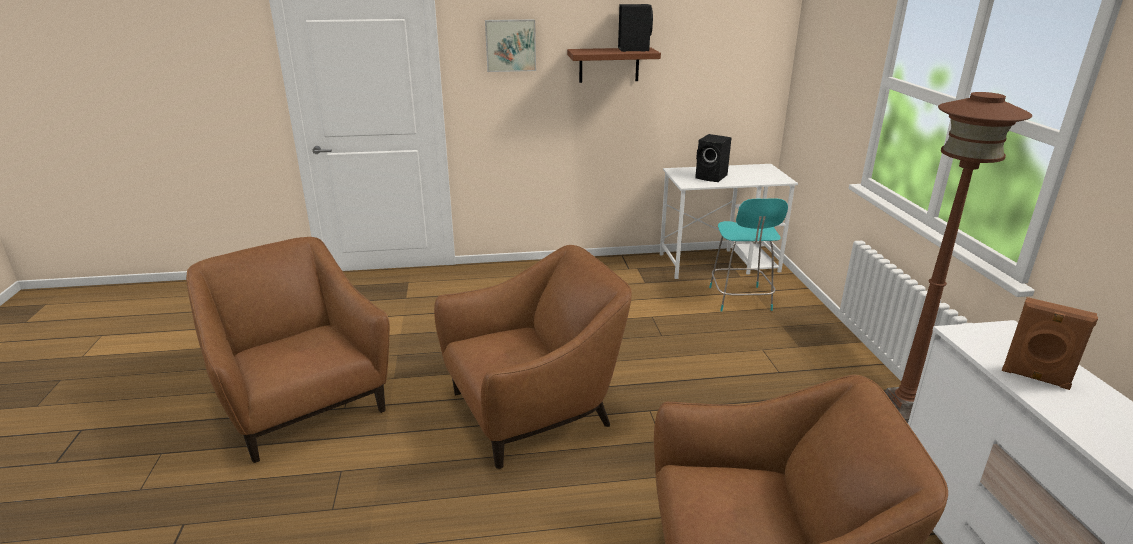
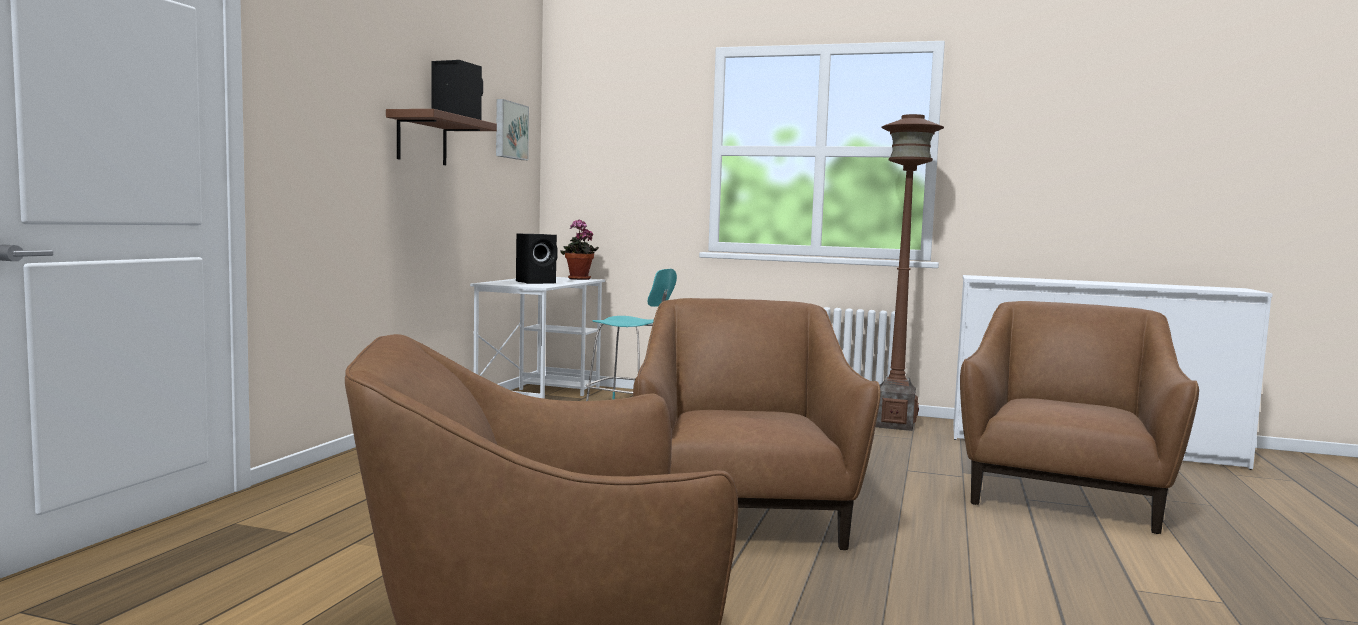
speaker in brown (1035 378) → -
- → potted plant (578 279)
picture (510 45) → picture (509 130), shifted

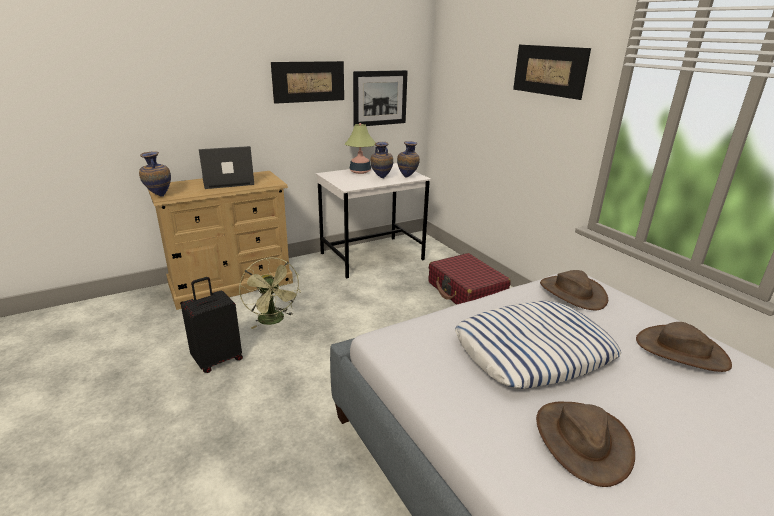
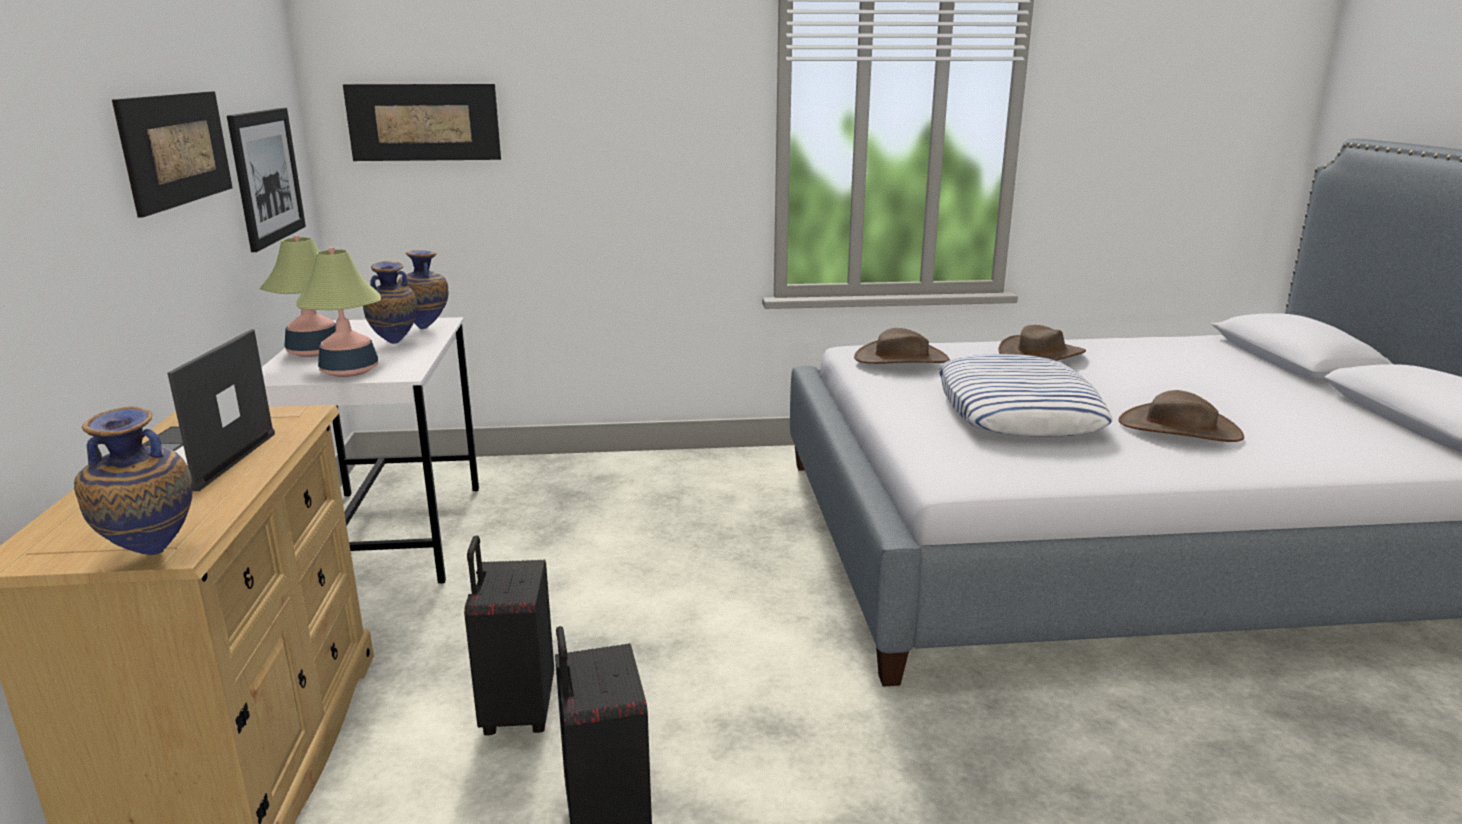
suitcase in red (466 292) → -
- → table lamp (349 371)
picture (549 70) → picture (424 122), shifted
fan in green (274 321) → suitcase in black (516 711)

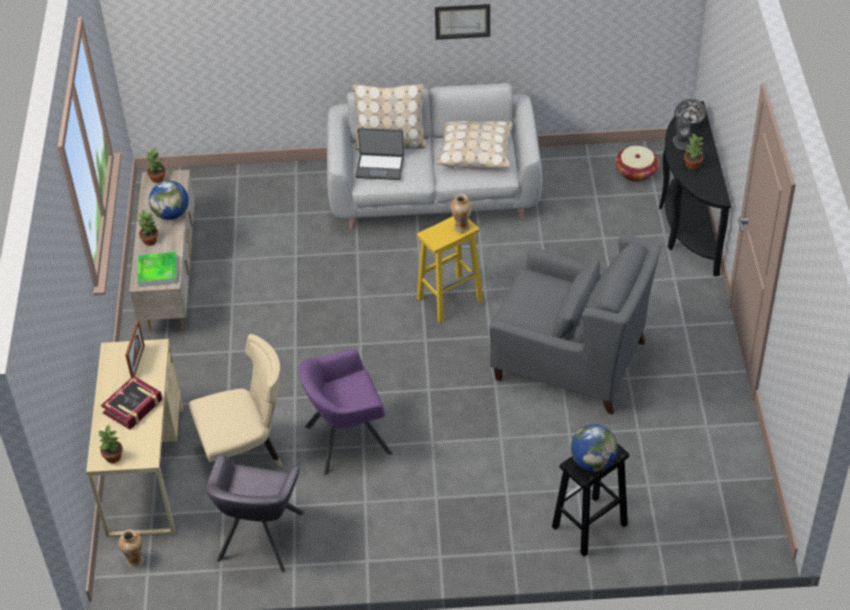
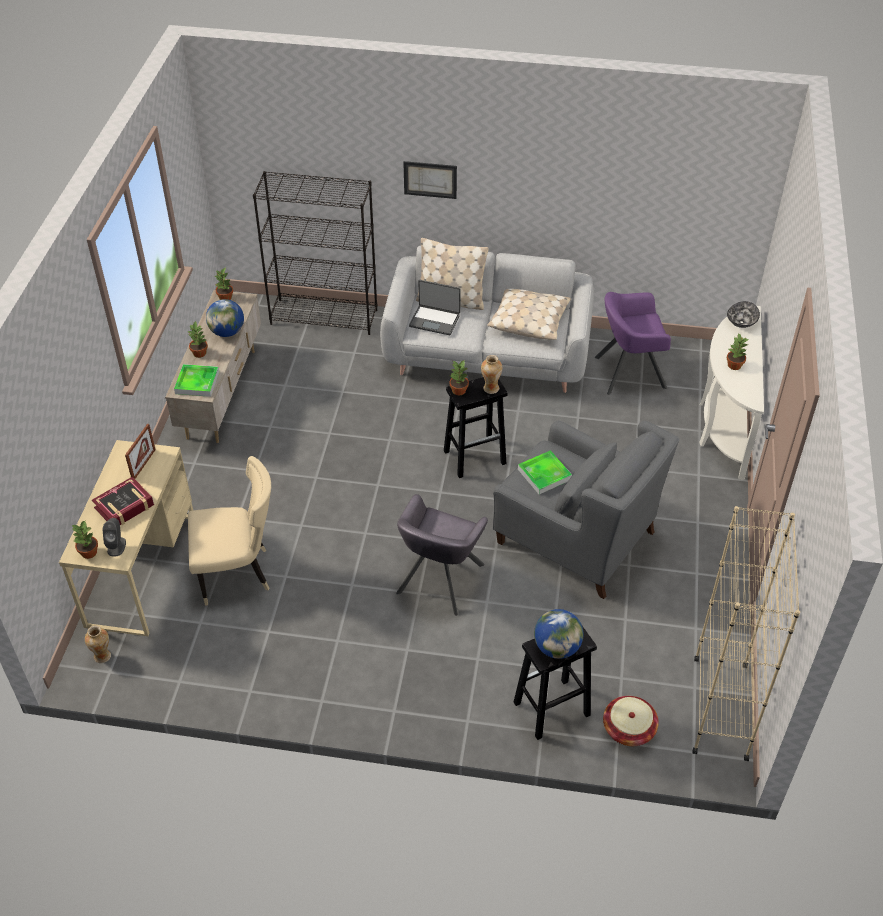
- → bookcase in black (324 317)
- → potted plant (458 390)
- → tray (544 474)
- → bookcase in beige (720 707)
armchair in grey (260 536) → armchair in grey (439 579), shifted
armchair in purple (347 440) → armchair in purple (629 372), shifted
picture (462 21) → picture (430 179), shifted
basket (636 172) → basket (628 729), shifted
speaker in grey (680 142) → speaker in grey (116 546), shifted
stool in yellow (450 299) → stool in black (475 457)
console table in black (686 226) → console table in white (723 426)

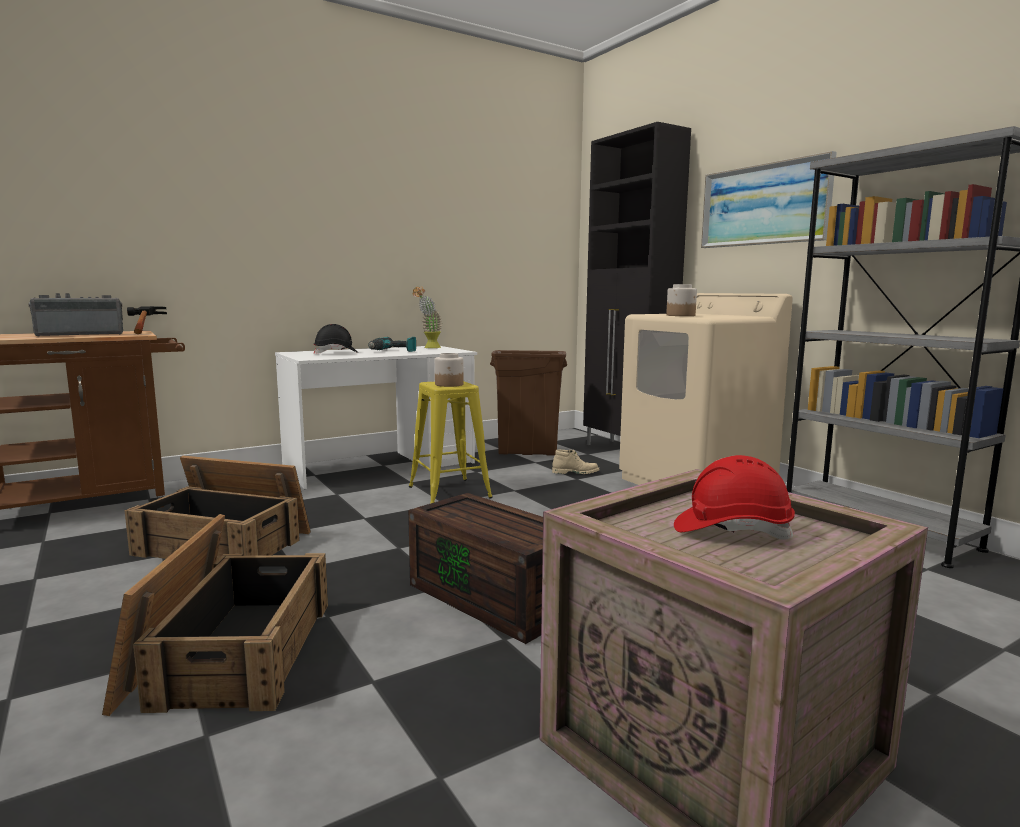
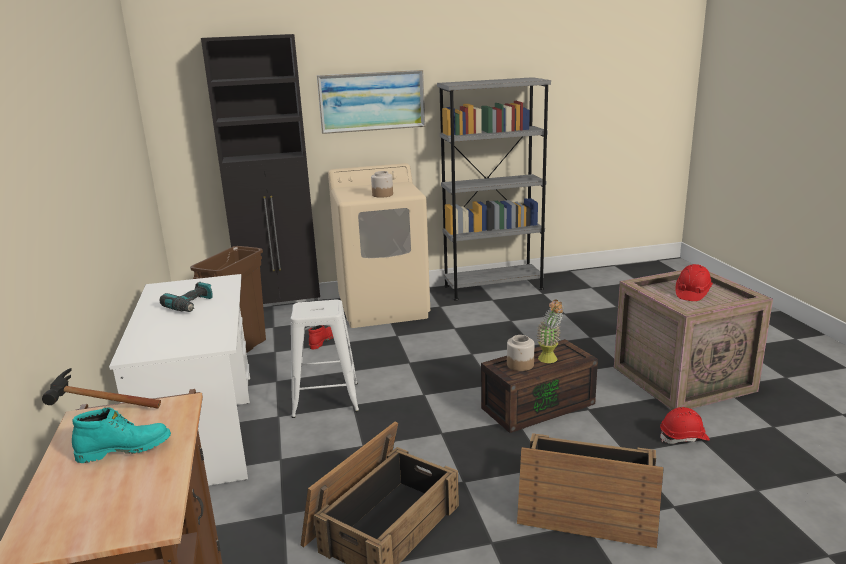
hard hat in black (336 353) → -
- → hard hat in red (684 437)
potted plant (428 348) → potted plant (550 361), shifted
jar (449 384) → jar (520 364), shifted
radio (80 334) → boot in turquoise (125 449)
stool in yellow (449 492) → stool in white (326 400)
boot in beige (575 473) → boot in red (322 341)

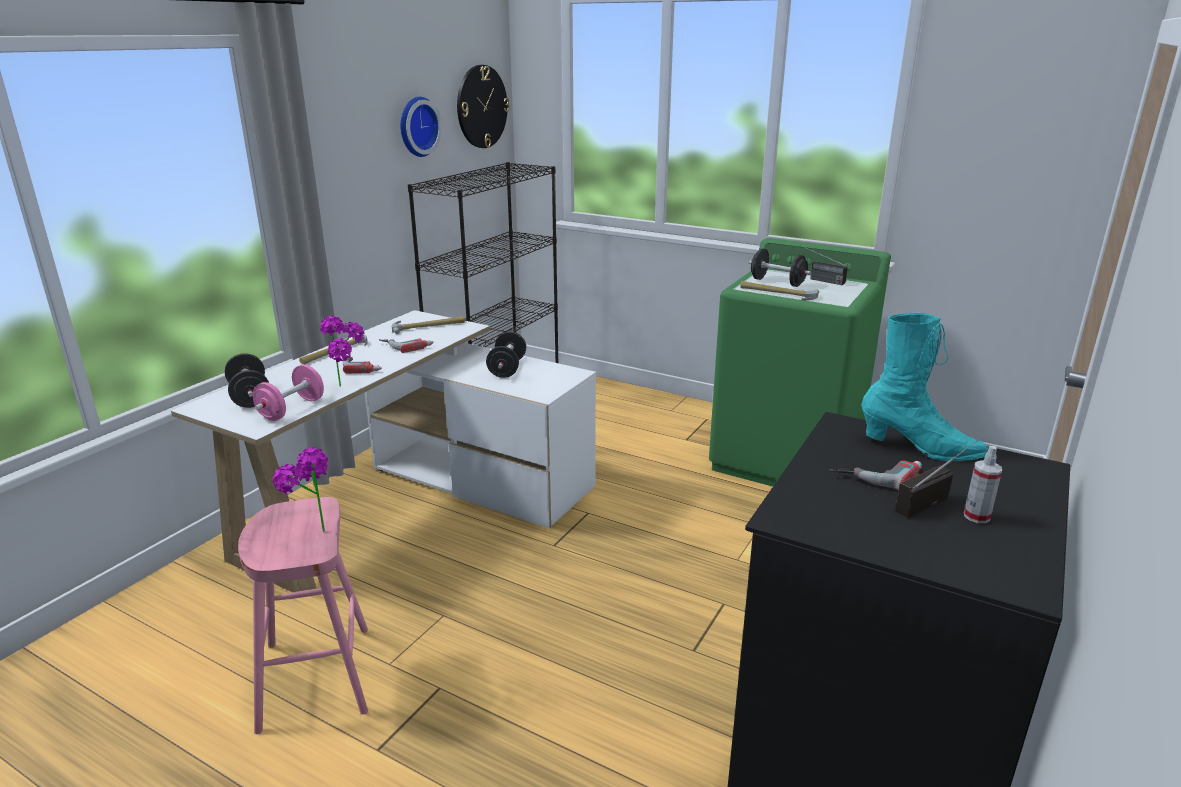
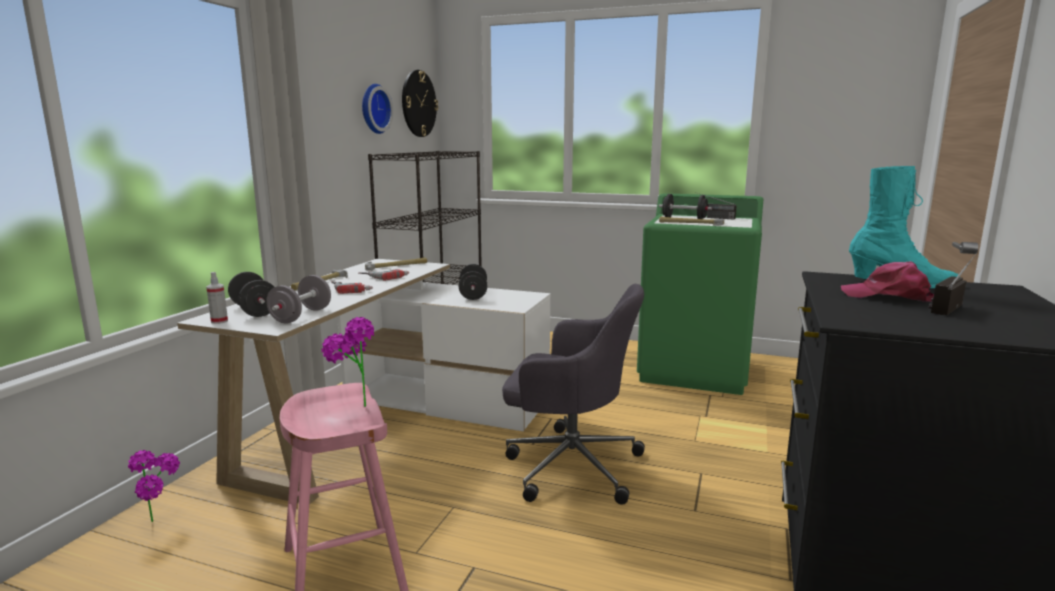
- → office chair in grey (570 465)
potted plant (349 386) → potted plant (162 521), shifted
spray bottle (976 516) → spray bottle (219 321), shifted
power drill (876 473) → cap in pink (887 296)
dumbbell in pink (291 409) → dumbbell in grey (301 316)

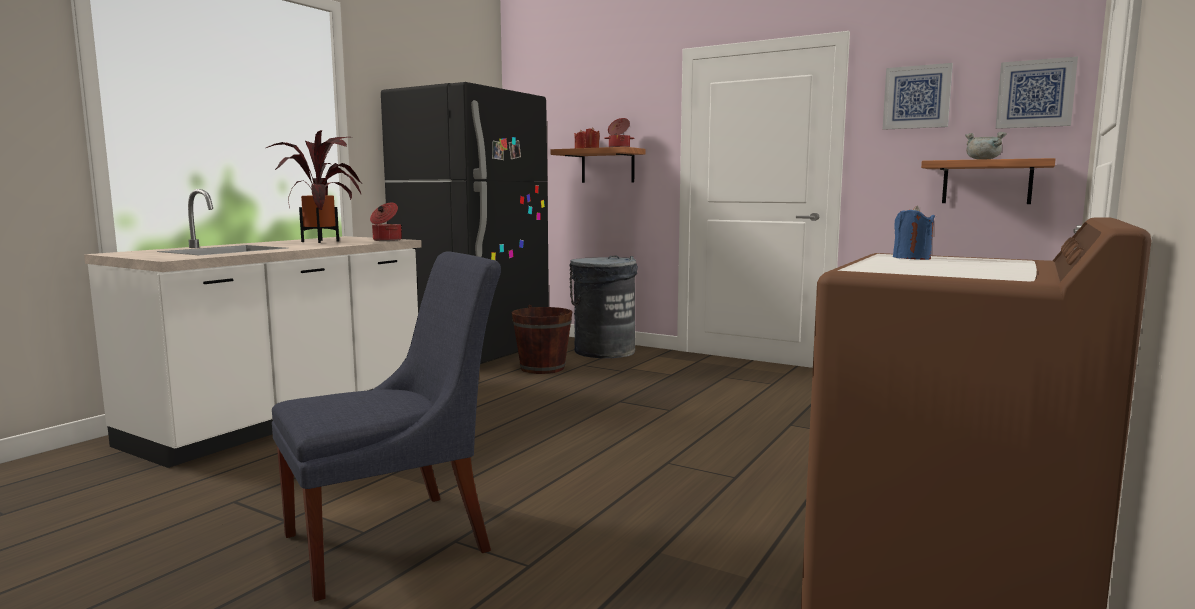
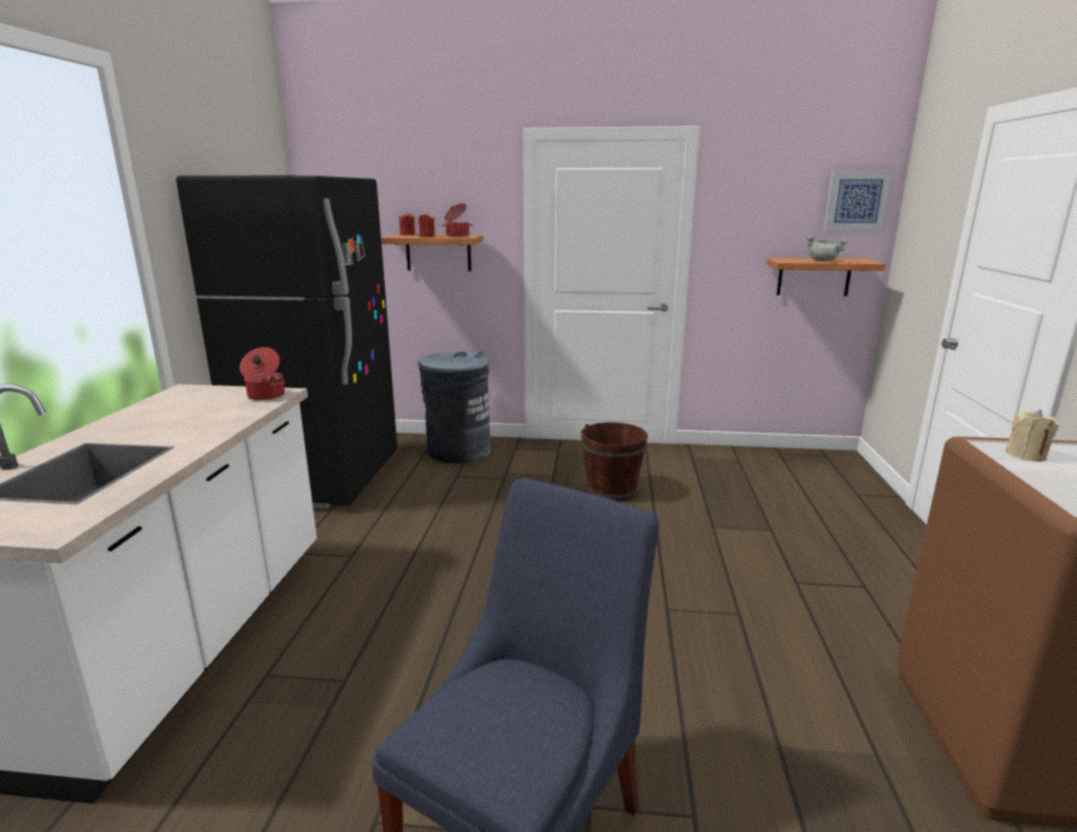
potted plant (324 241) → -
picture (917 97) → -
bucket in brown (542 368) → bucket in brown (611 491), shifted
candle in blue (911 258) → candle in beige (1026 455)

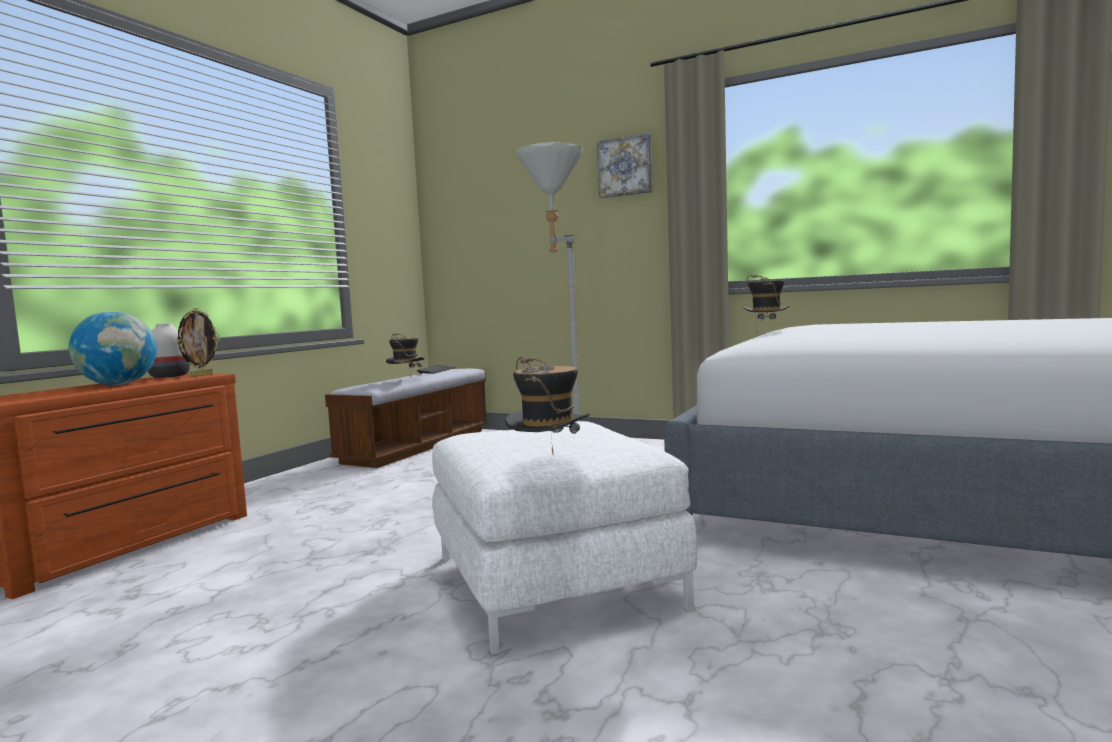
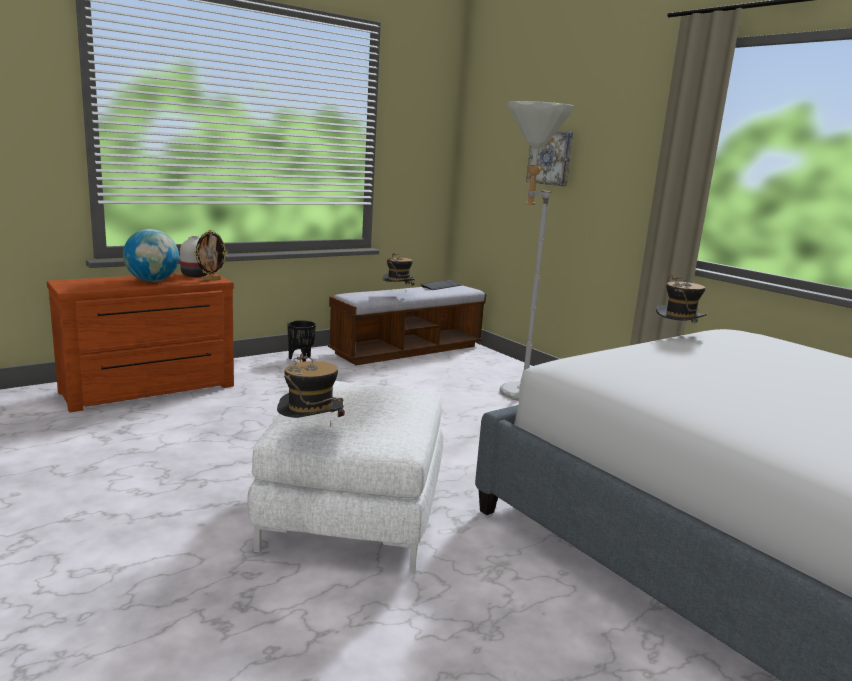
- → planter in black (301 359)
picture (625 167) → picture (551 158), shifted

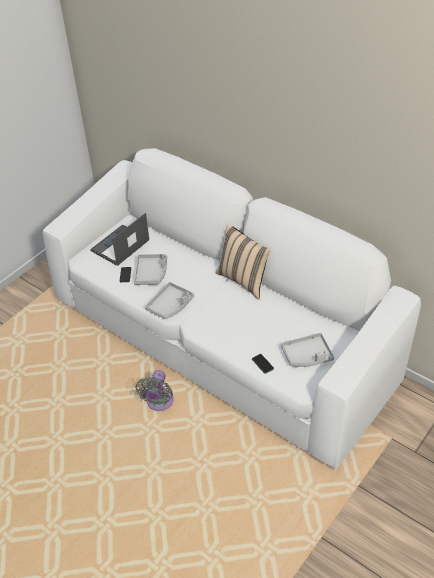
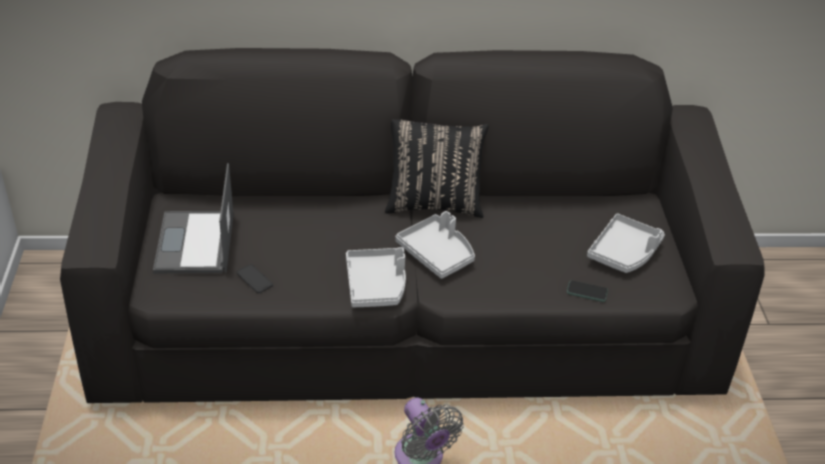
tray in grey (151 273) → tray in grey (437 254), shifted
sofa in white (221 339) → sofa in black (409 325)
pillow in beige (244 280) → pillow in black (434 204)

